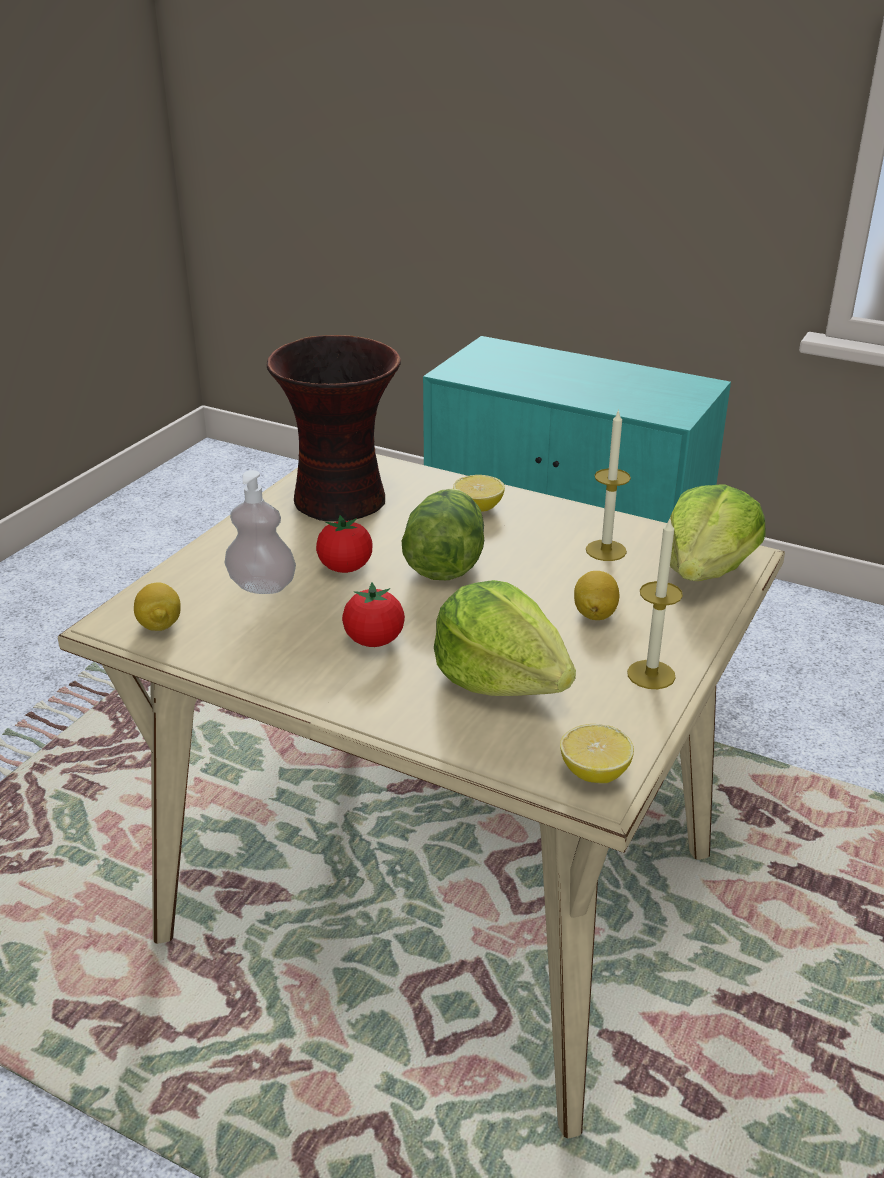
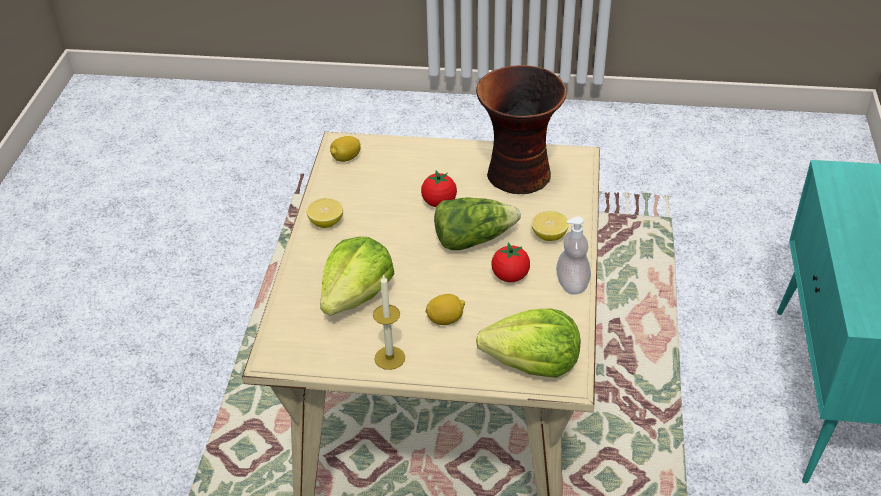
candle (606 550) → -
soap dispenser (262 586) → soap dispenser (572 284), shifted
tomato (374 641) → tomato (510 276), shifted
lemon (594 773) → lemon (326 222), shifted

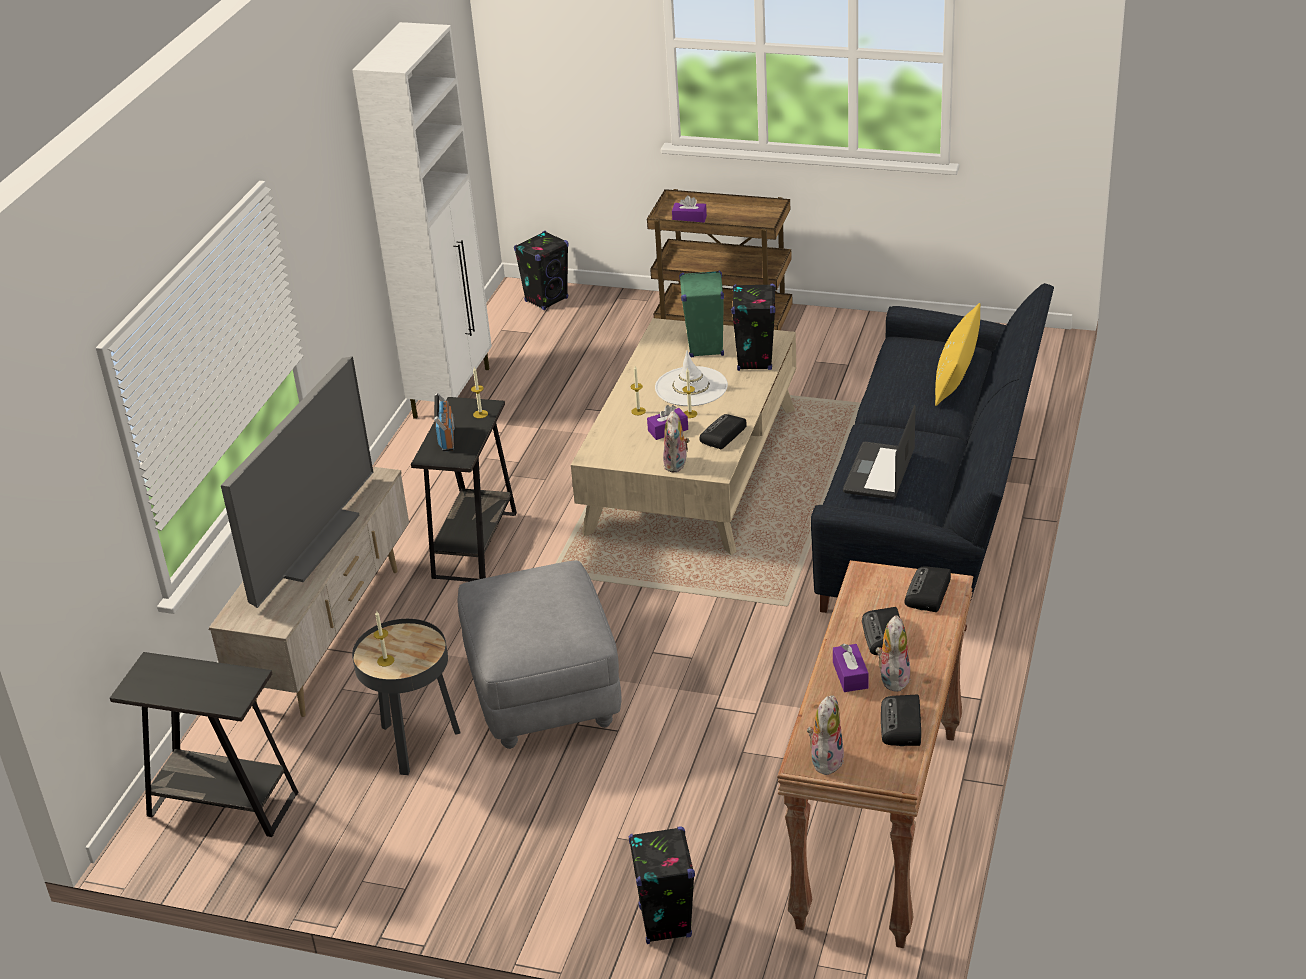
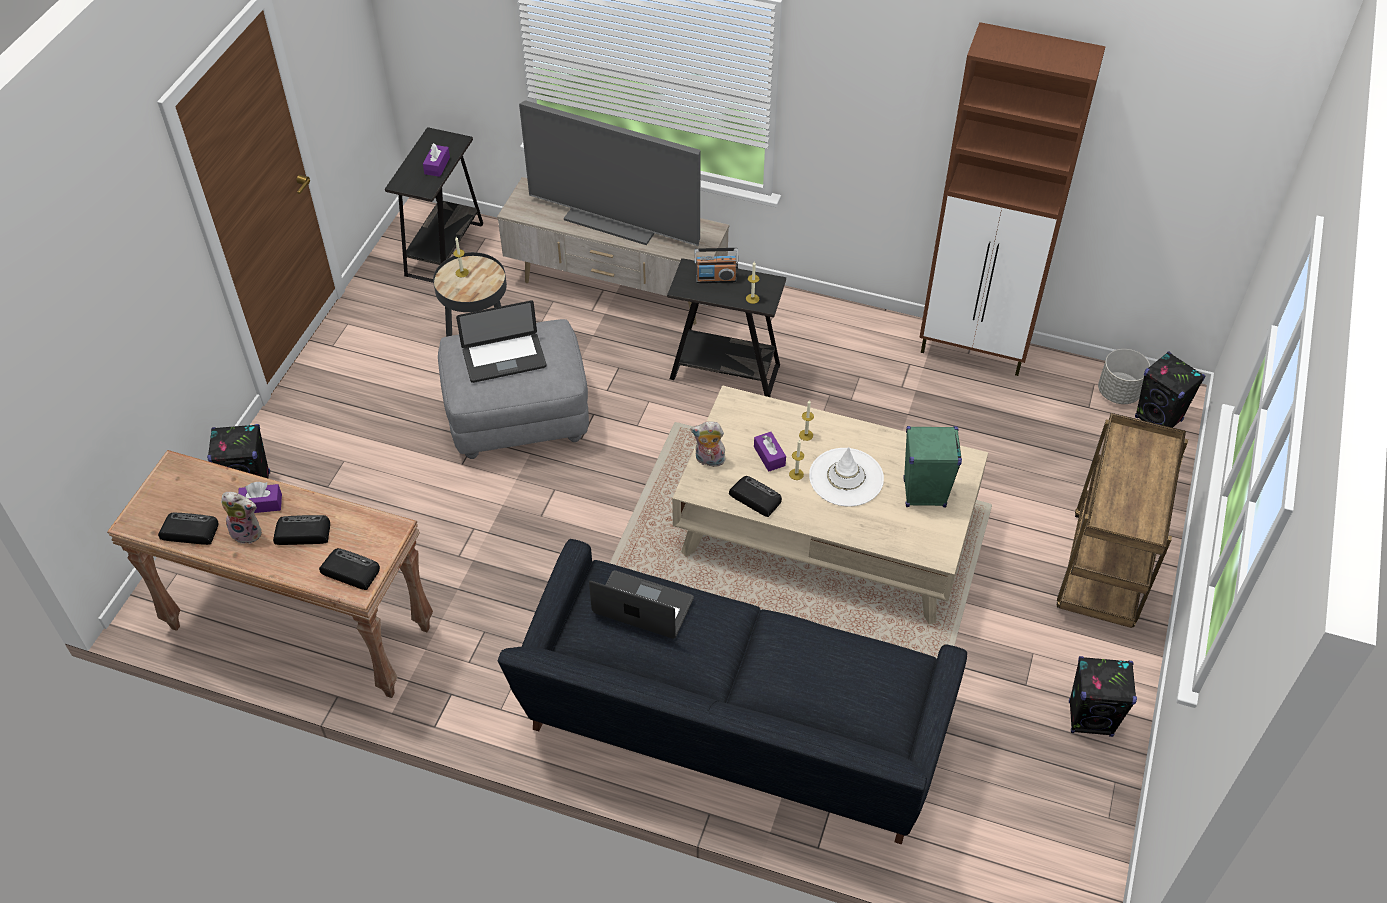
plush toy (825 759) → -
pillow in yellow (955 376) → -
- → laptop (504 359)
- → planter in grey (1118 393)
tissue box in purple (689 219) → tissue box in purple (437 165), shifted
speaker in black (755 360) → speaker in black (1090 719), shifted
cabinet in white (453 392) → cabinet in brown (974 350)

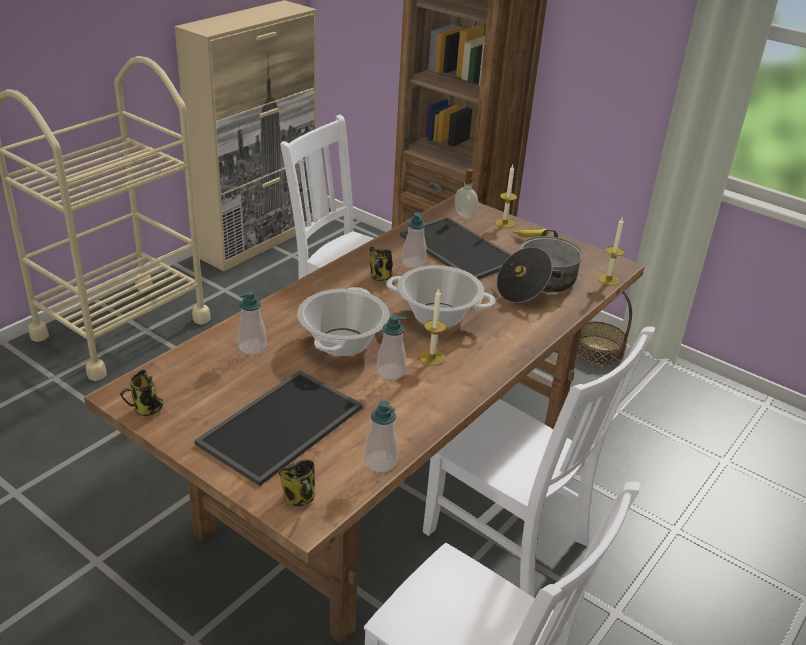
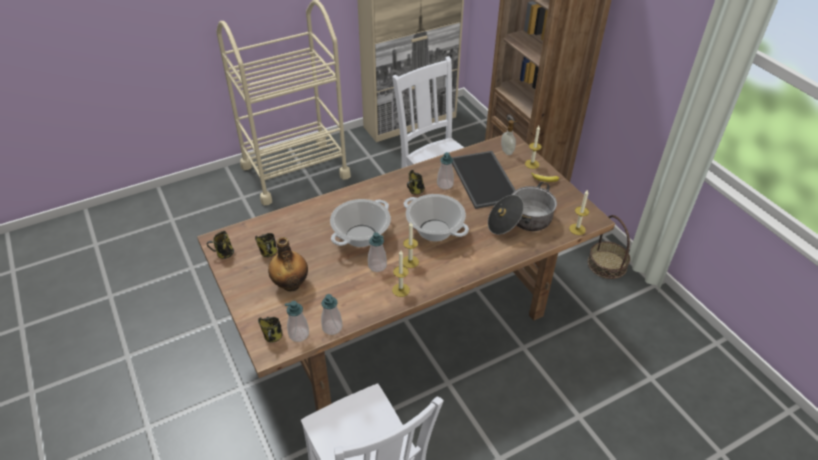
chair in white (510 540) → -
- → mug (269 253)
- → candle (400 290)
soap dispenser (252 347) → soap dispenser (299 334), shifted
tray (280 423) → bottle (291 284)

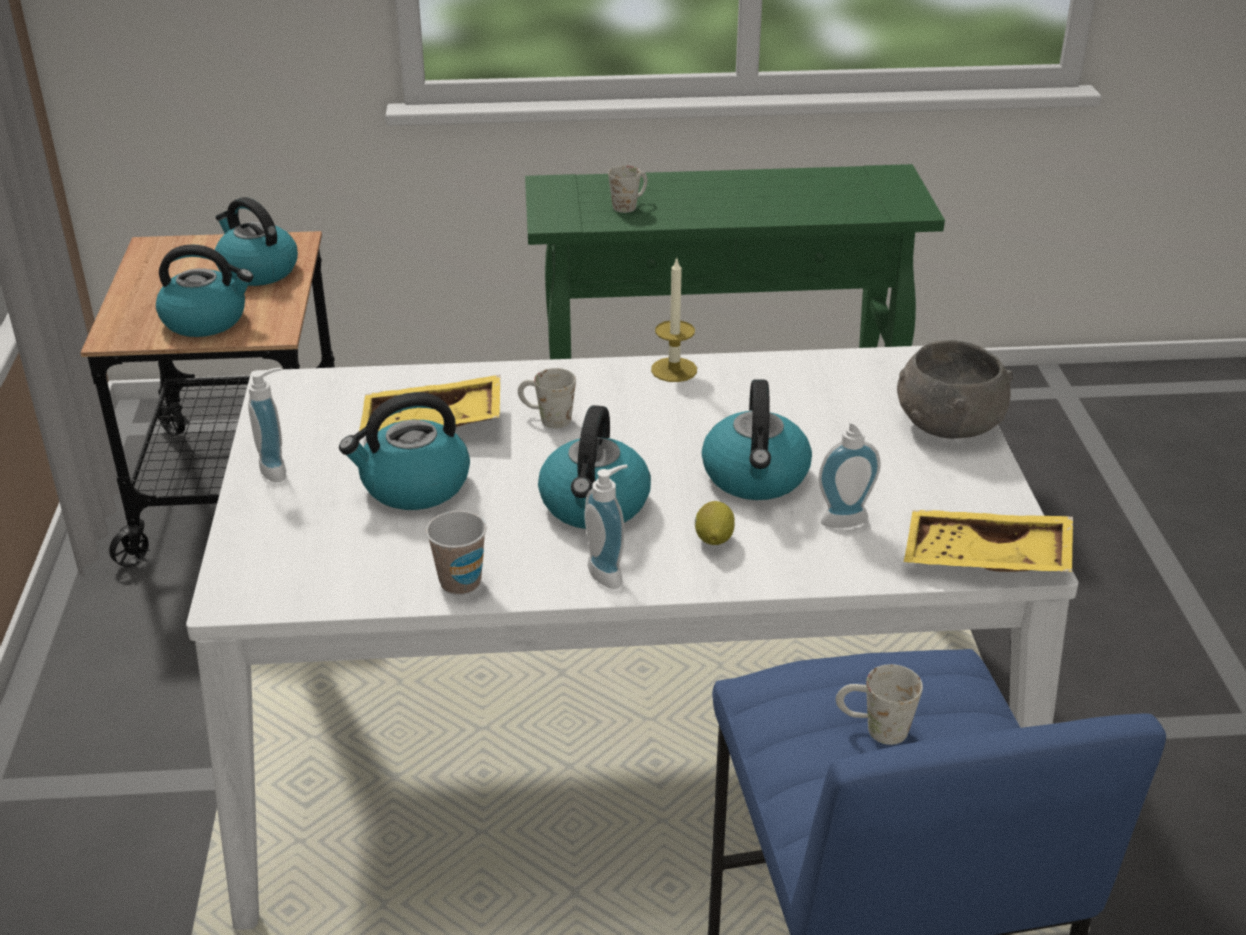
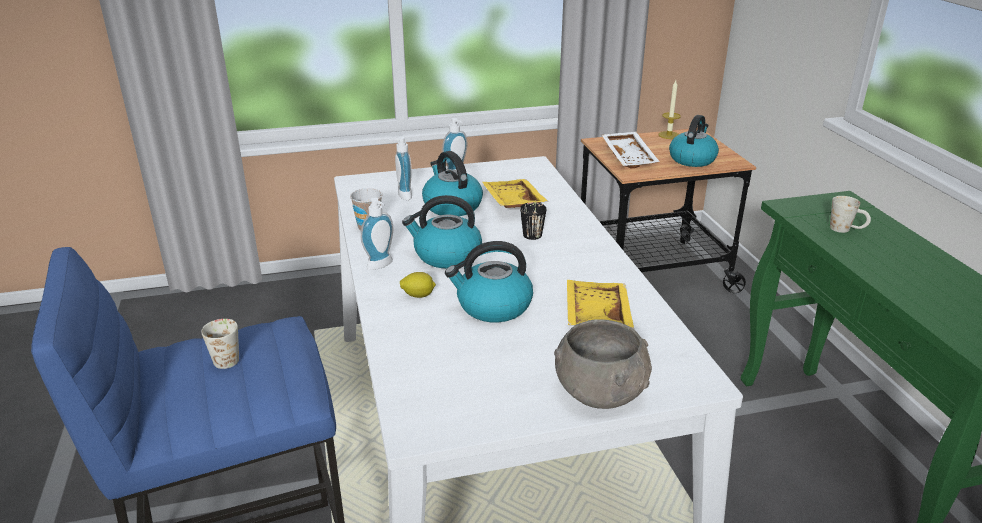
candle (674 370) → candle (669 135), shifted
soap dispenser (846 524) → soap dispenser (402 196), shifted
tray in yellow (985 561) → tray in yellow (594 316), shifted
kettle (206 320) → tray in white (630 157)
mug in white (546 418) → mug in black (533 232)

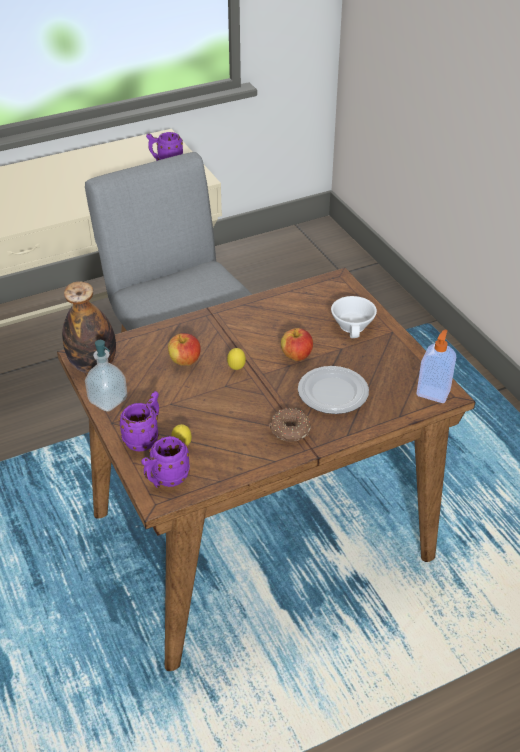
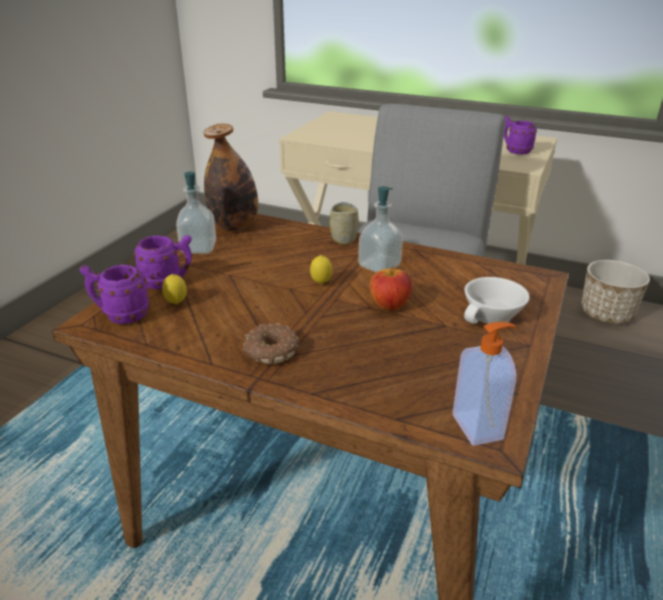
apple (185 361) → -
plate (333 393) → -
- → cup (343 239)
- → soap dispenser (379 266)
- → planter (606 314)

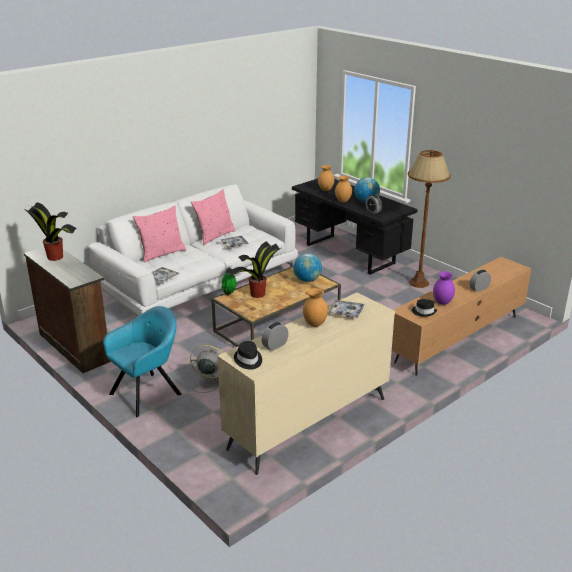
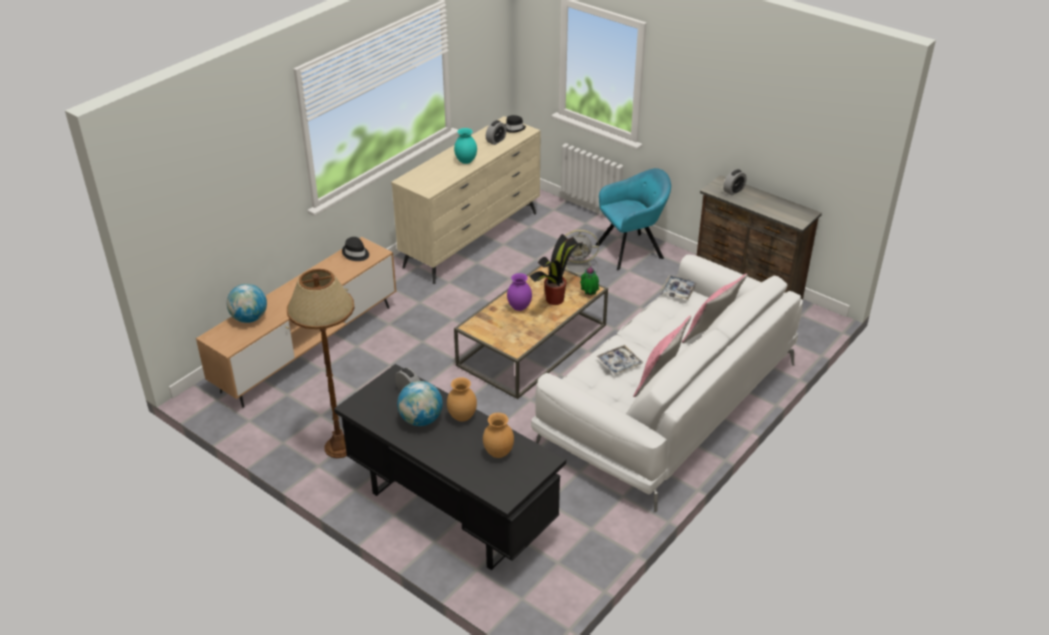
potted plant (55 257) → -
tray (346 312) → -
globe (307 280) → globe (249 318), shifted
vase in purple (442 302) → vase in purple (519 308), shifted
alarm clock (479 288) → alarm clock (733 191), shifted
vase in brown (314 324) → vase in turquoise (466 161)
armchair in turquoise (148 393) → armchair in turquoise (632 250), 150 degrees counterclockwise

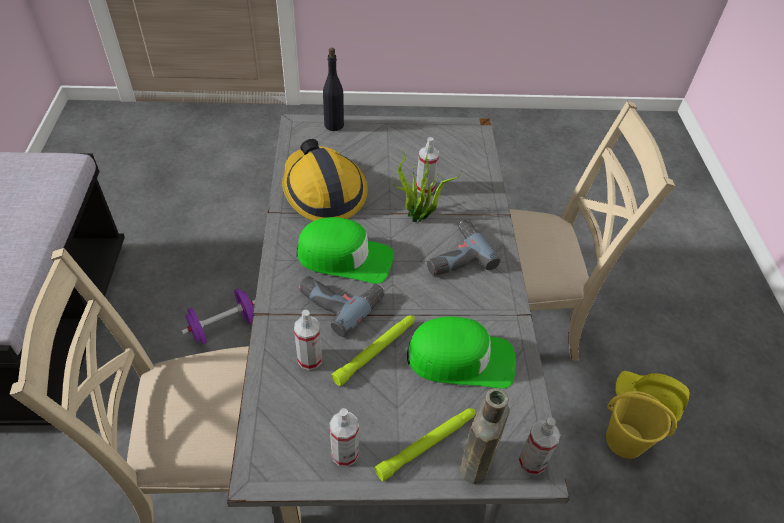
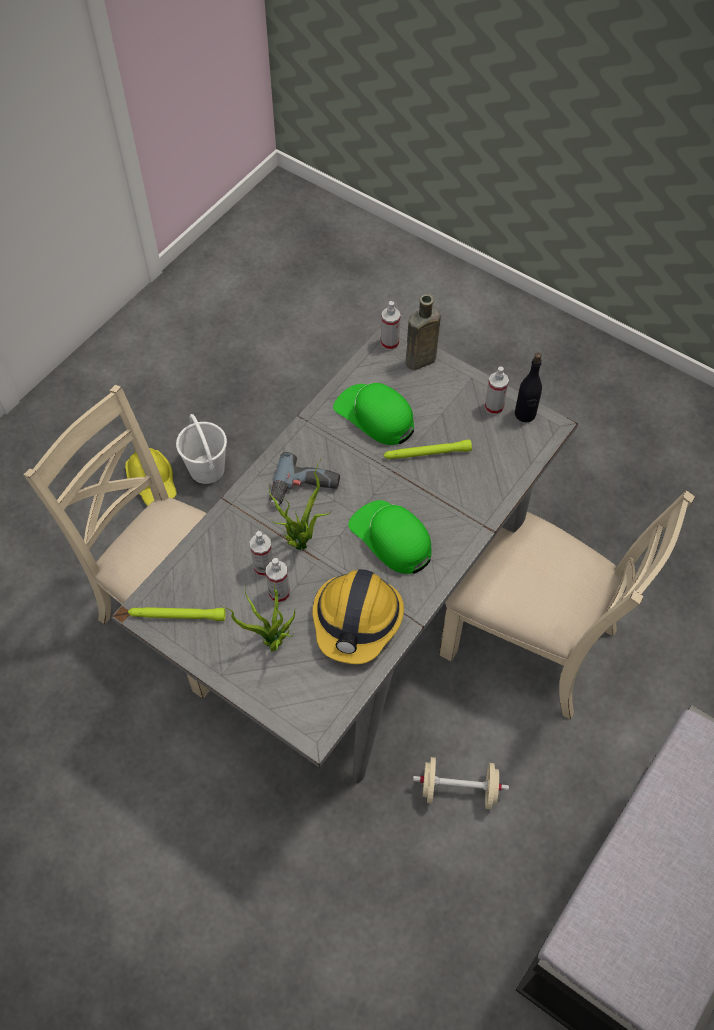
power drill (340 300) → -
- → potted plant (272 643)
spray bottle (310 359) → spray bottle (279 593), shifted
bottle in black (333 125) → bottle in black (525 414), shifted
flashlight in green (427 444) → flashlight in green (177 616), shifted
dumbbell in purple (223 327) → dumbbell in beige (458 790)
bucket in yellow (624 440) → bucket in white (207 470)

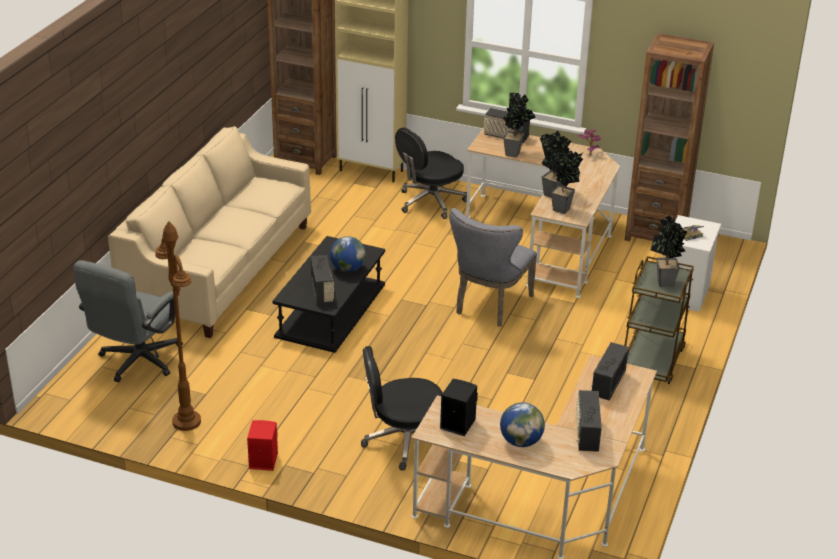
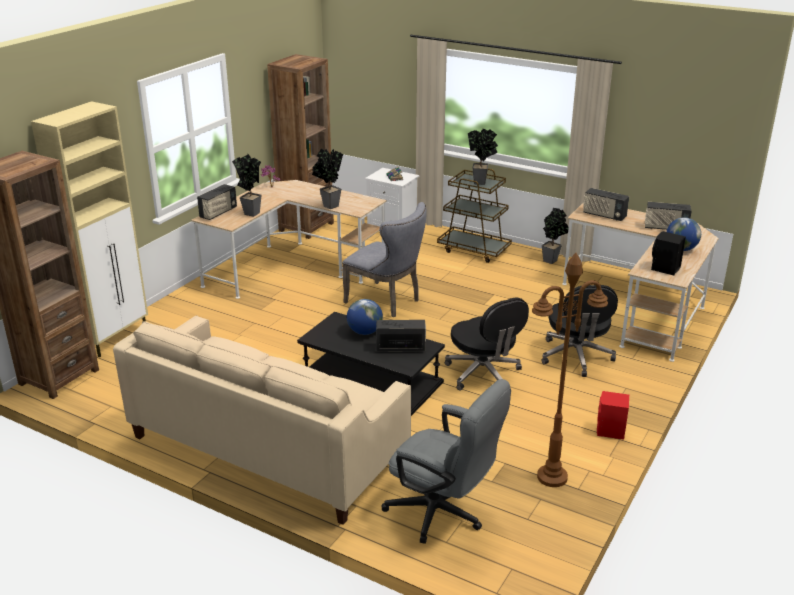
office chair in black (430 202) → office chair in black (484 374), shifted
potted plant (563 211) → potted plant (552 260), shifted

